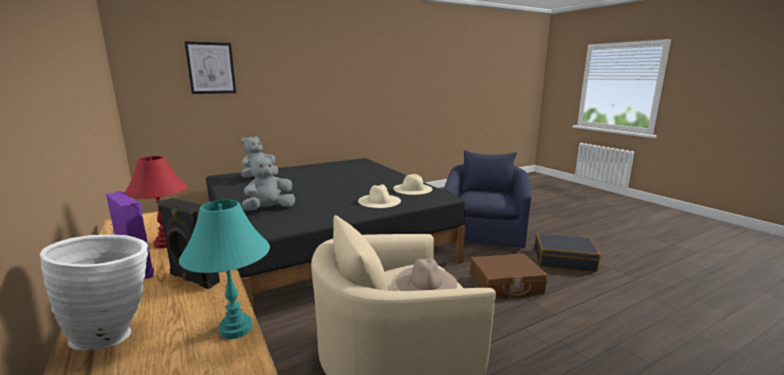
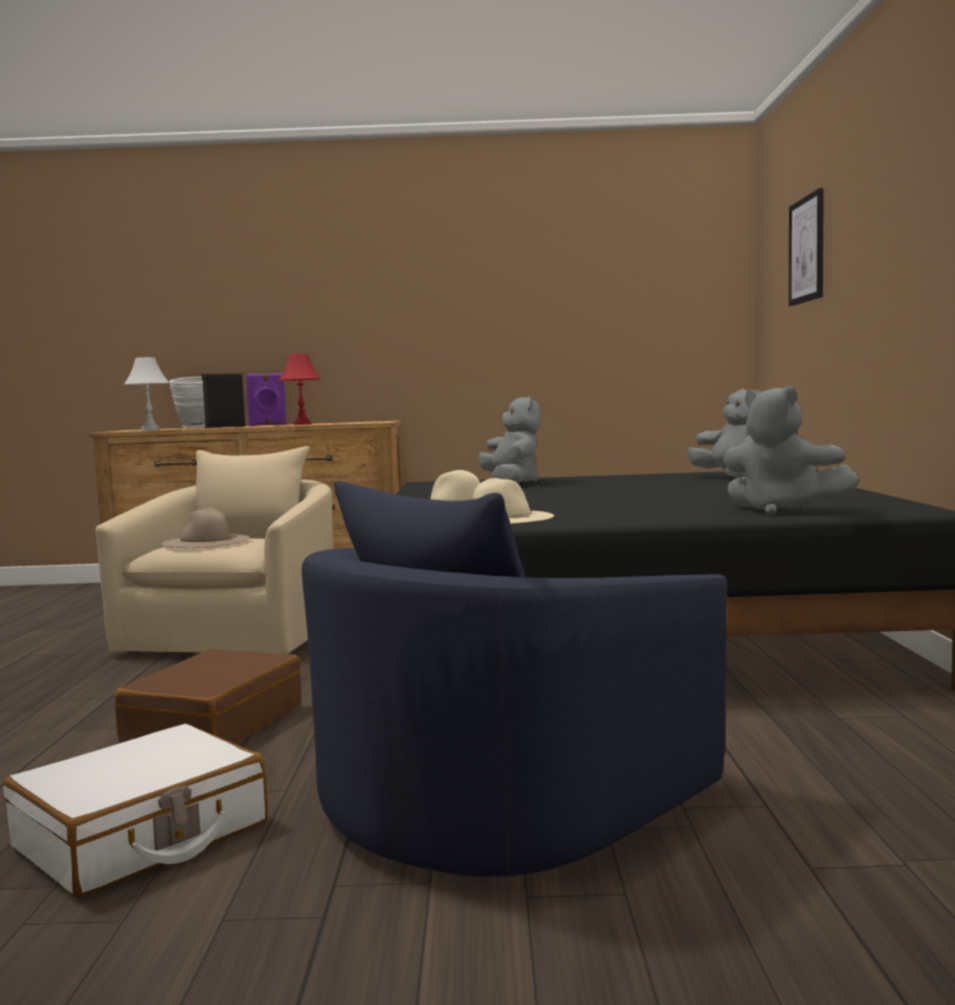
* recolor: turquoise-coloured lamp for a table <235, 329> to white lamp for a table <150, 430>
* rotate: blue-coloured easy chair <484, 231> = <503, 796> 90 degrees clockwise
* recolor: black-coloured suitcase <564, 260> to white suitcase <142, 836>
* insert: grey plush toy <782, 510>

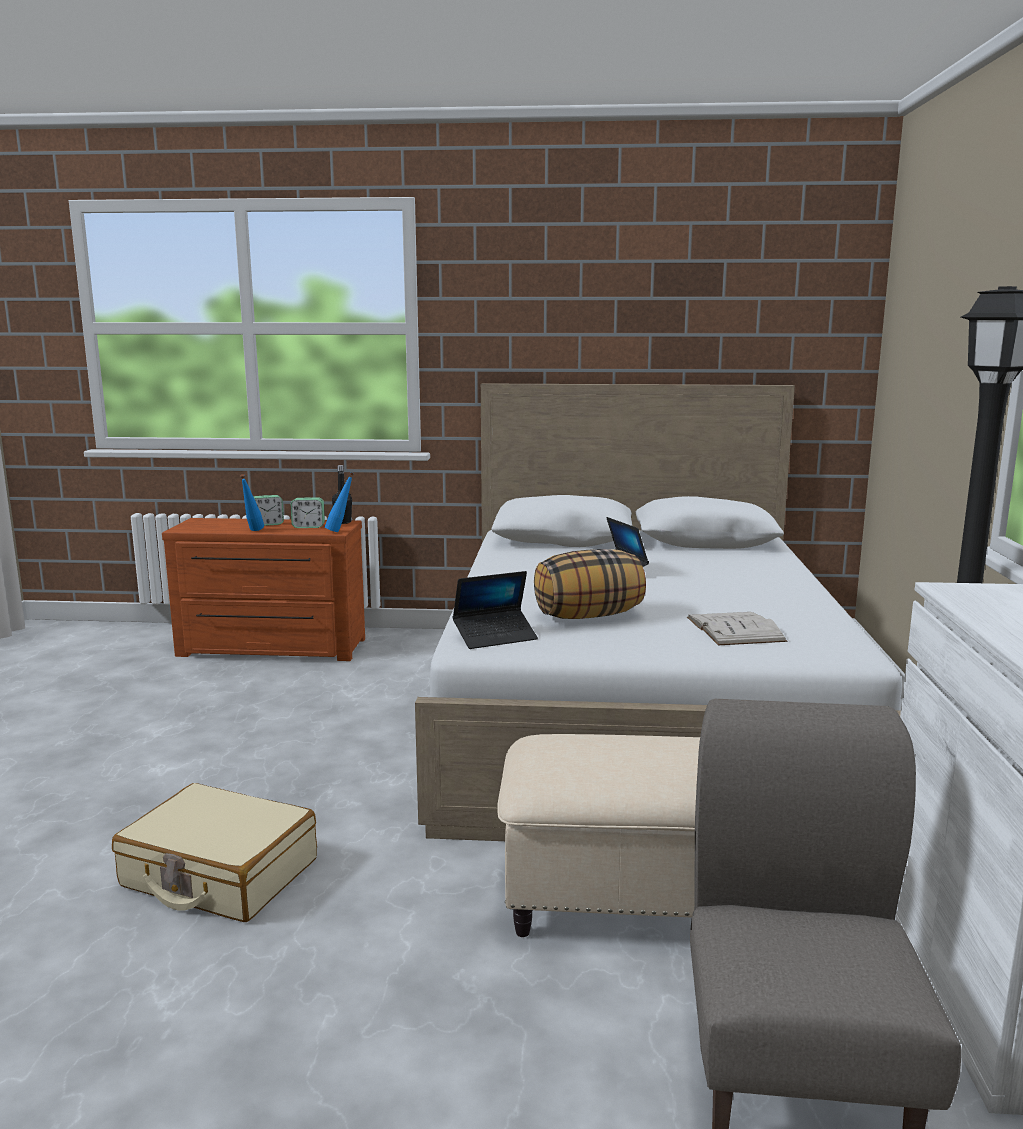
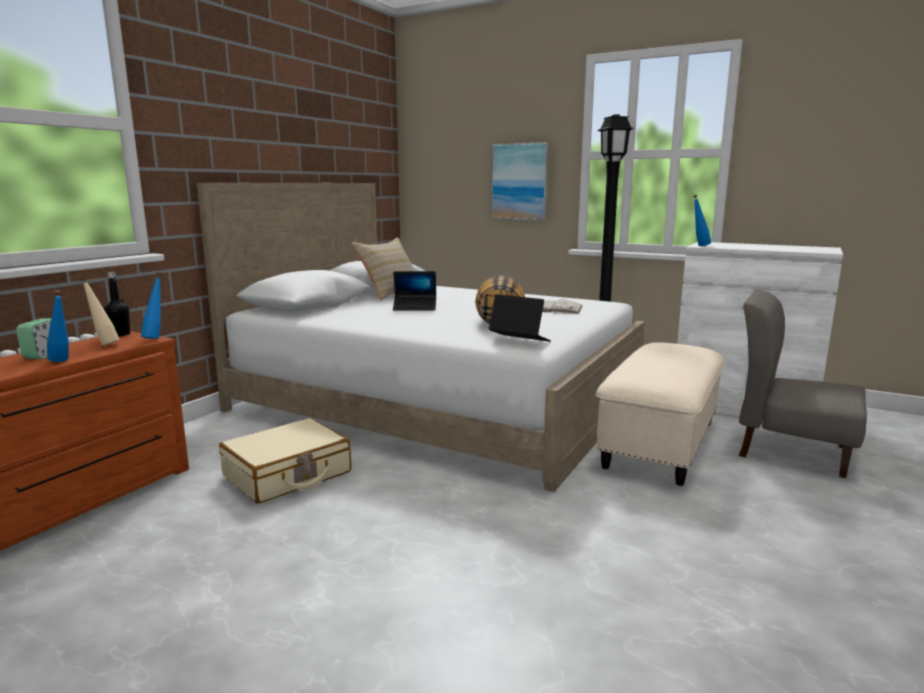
* move: beige-coloured suitcase <219, 873> to <287, 475>
* replace: table clock <308, 526> to beige-coloured bottle <104, 344>
* rotate: portable computer <495, 637> = <519, 341> 60 degrees counterclockwise
* insert: beige-coloured cushion <391, 294>
* insert: wall picture <519, 181>
* insert: blue-coloured bottle <698, 246>

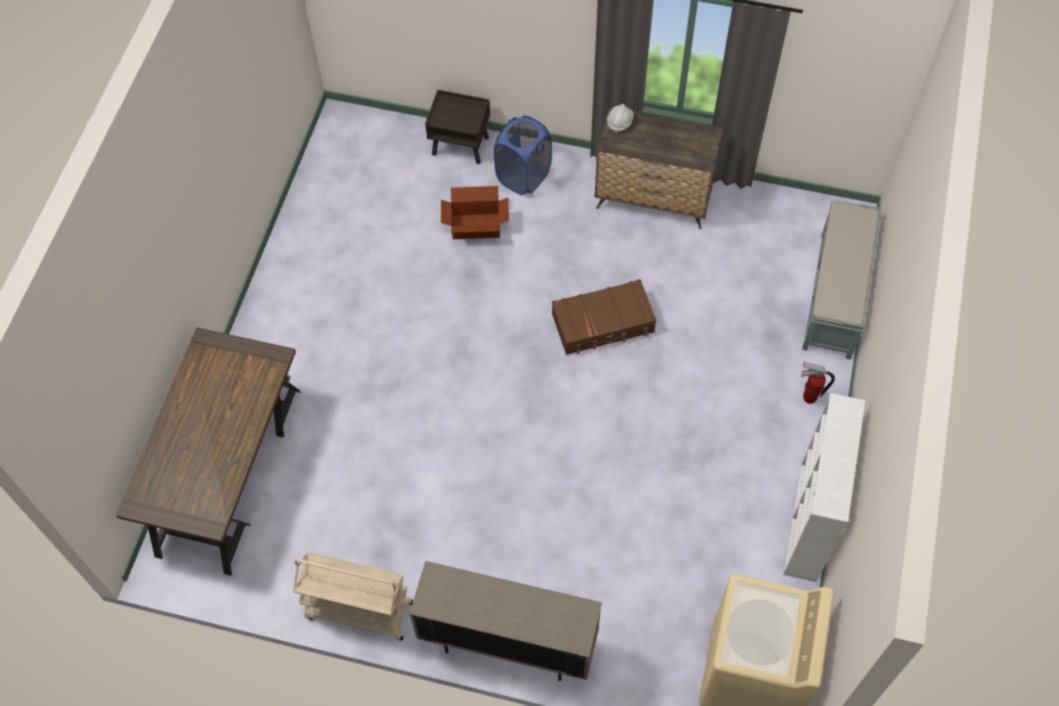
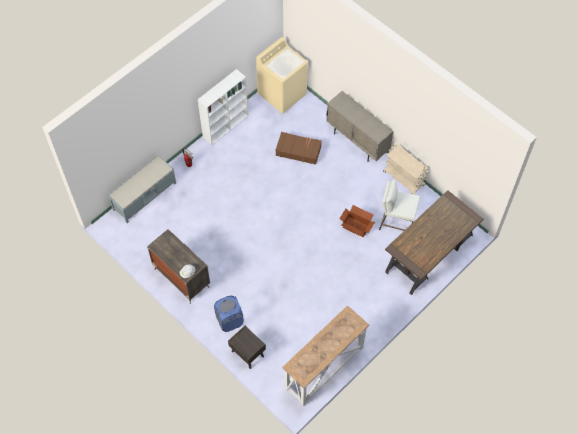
* move: packing box <476, 226> to <356, 226>
* move: brownish suitcase <603, 323> to <298, 150>
* insert: hall table <324, 368>
* insert: white sitting stool <396, 222>

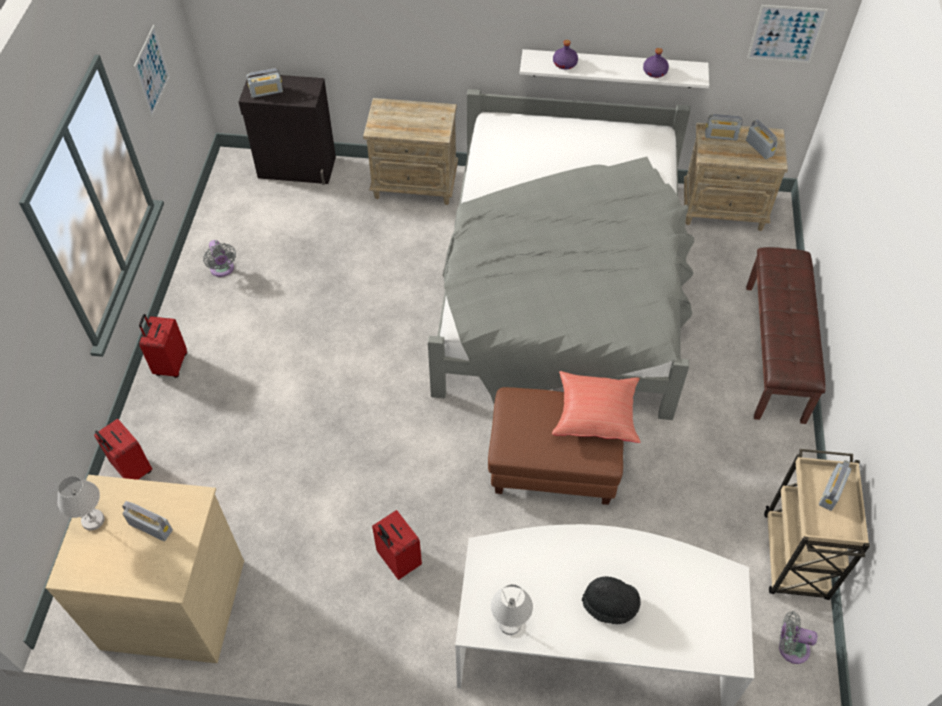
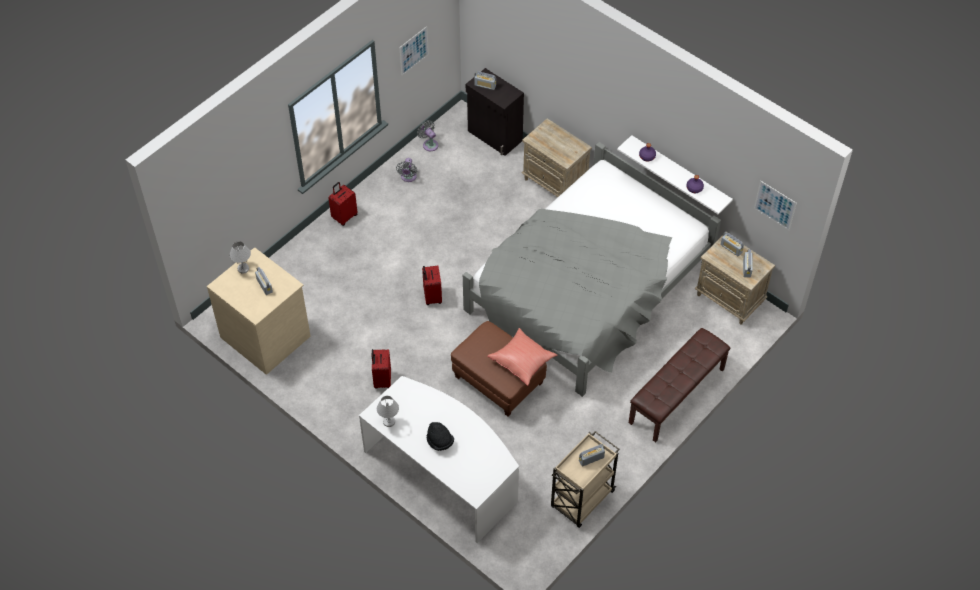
* move: red-coloured suitcase <131, 470> to <432, 297>
* move: grey fan <790, 647> to <429, 144>

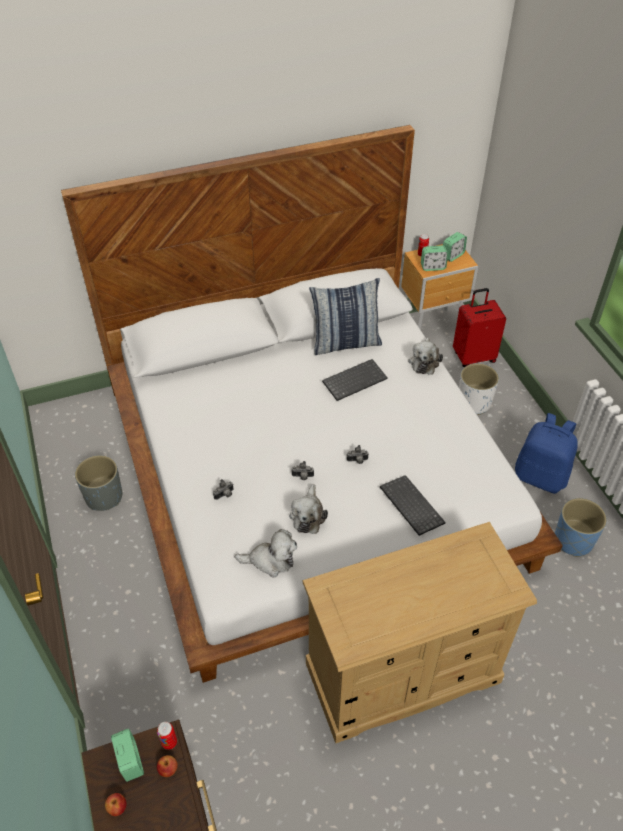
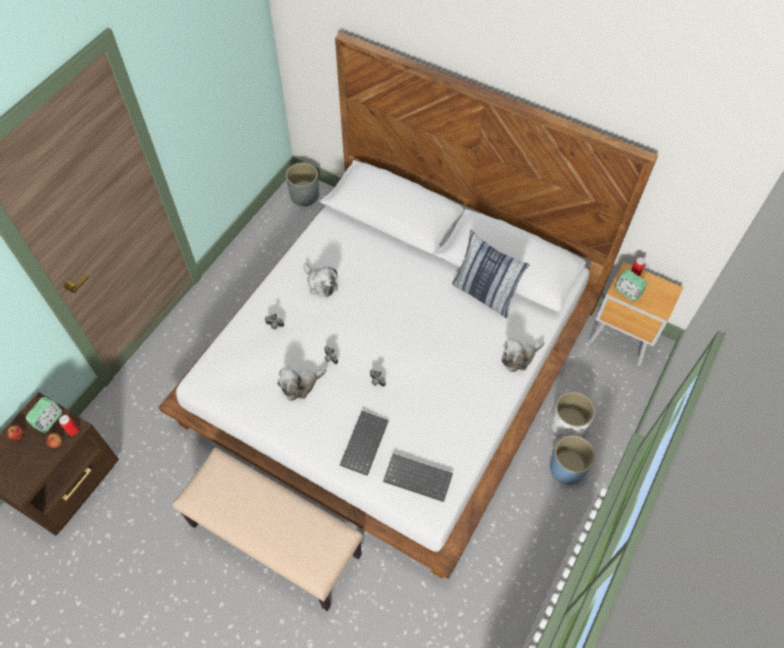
* move: grey flower pot <103, 497> to <304, 196>
* move: plush toy <270, 560> to <321, 284>
* replace: beige-coloured drawer chest <403, 673> to beige-coloured long seat <276, 539>
* move: PC keyboard <354, 380> to <419, 477>
* delete: table clock <452, 255>
* delete: red-coloured suitcase <473, 357>
* delete: blue-coloured rucksack <541, 476>
* move: blue-coloured flower pot <573, 540> to <567, 469>

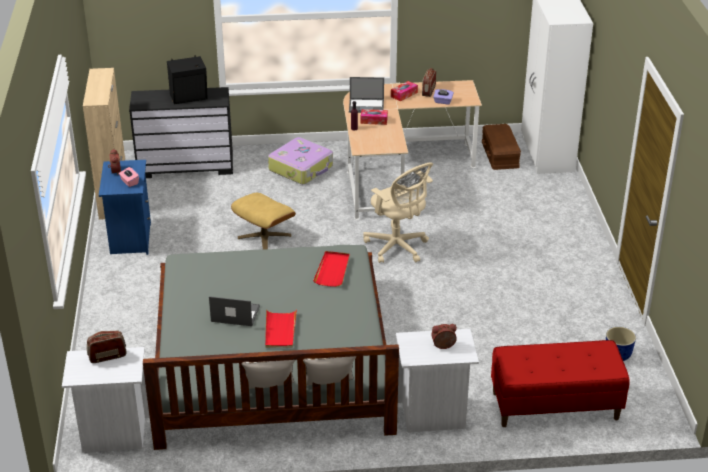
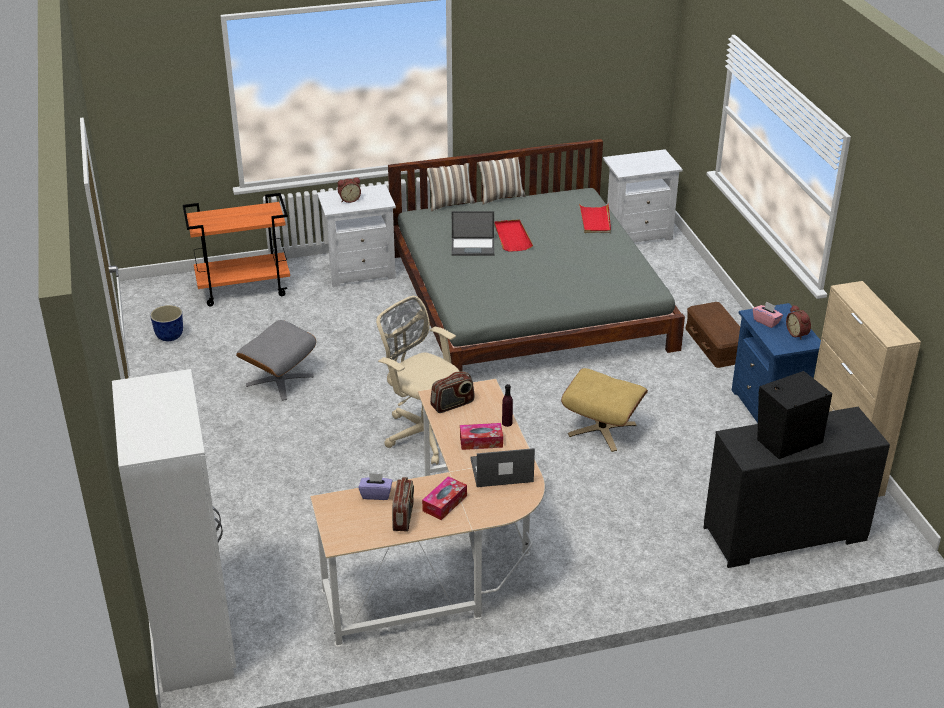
* move: radio receiver <107, 356> to <452, 404>
* move: portable computer <234, 314> to <473, 247>
* delete: suitcase <301, 168>
* move: red-coloured tray <332, 270> to <595, 220>
* move: brownish storage container <499, 154> to <717, 344>
* replace: red-coloured long seat <555, 406> to orange-coloured trolley <244, 288>
* insert: grey footrest <279, 380>

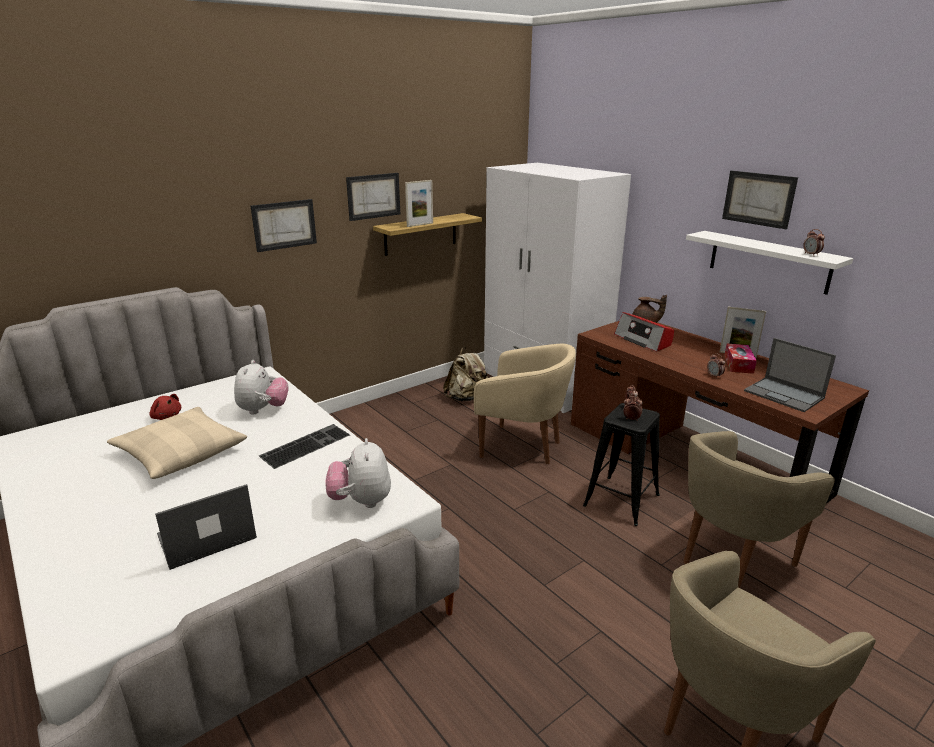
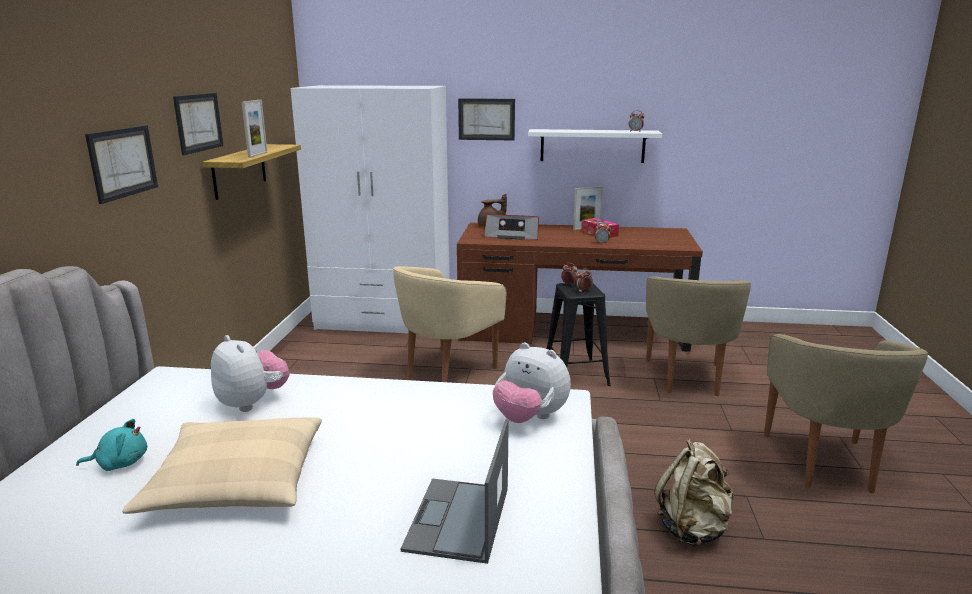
* recolor: red-coloured plush toy <166, 417> to turquoise-coloured plush toy <120, 463>
* delete: PC keyboard <305, 445>
* move: beige-coloured rucksack <467, 398> to <693, 528>
* rotate: beige-coloured easy chair <523, 447> = <447, 371> 150 degrees clockwise
* move: wall picture <758, 199> to <486, 119>
* delete: portable computer <784, 395>

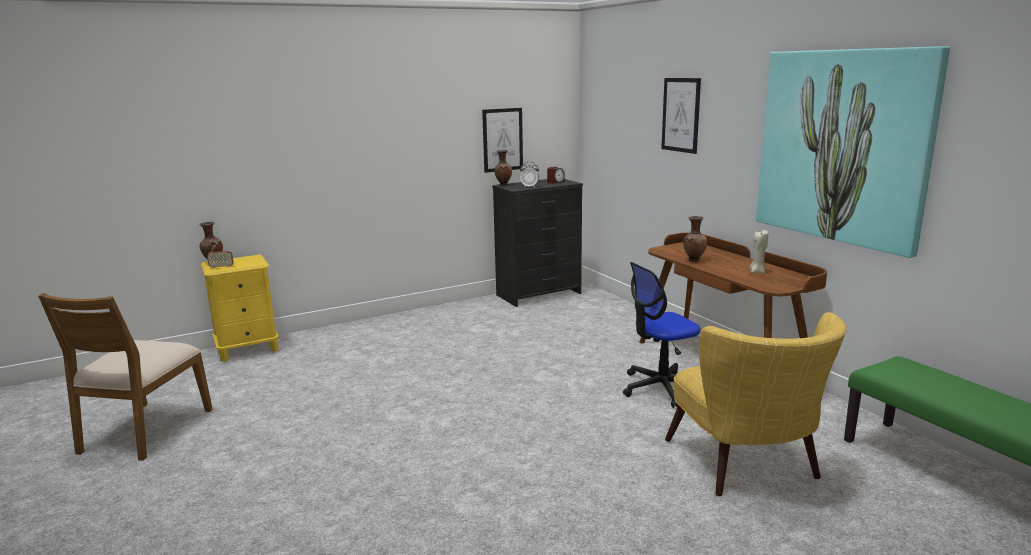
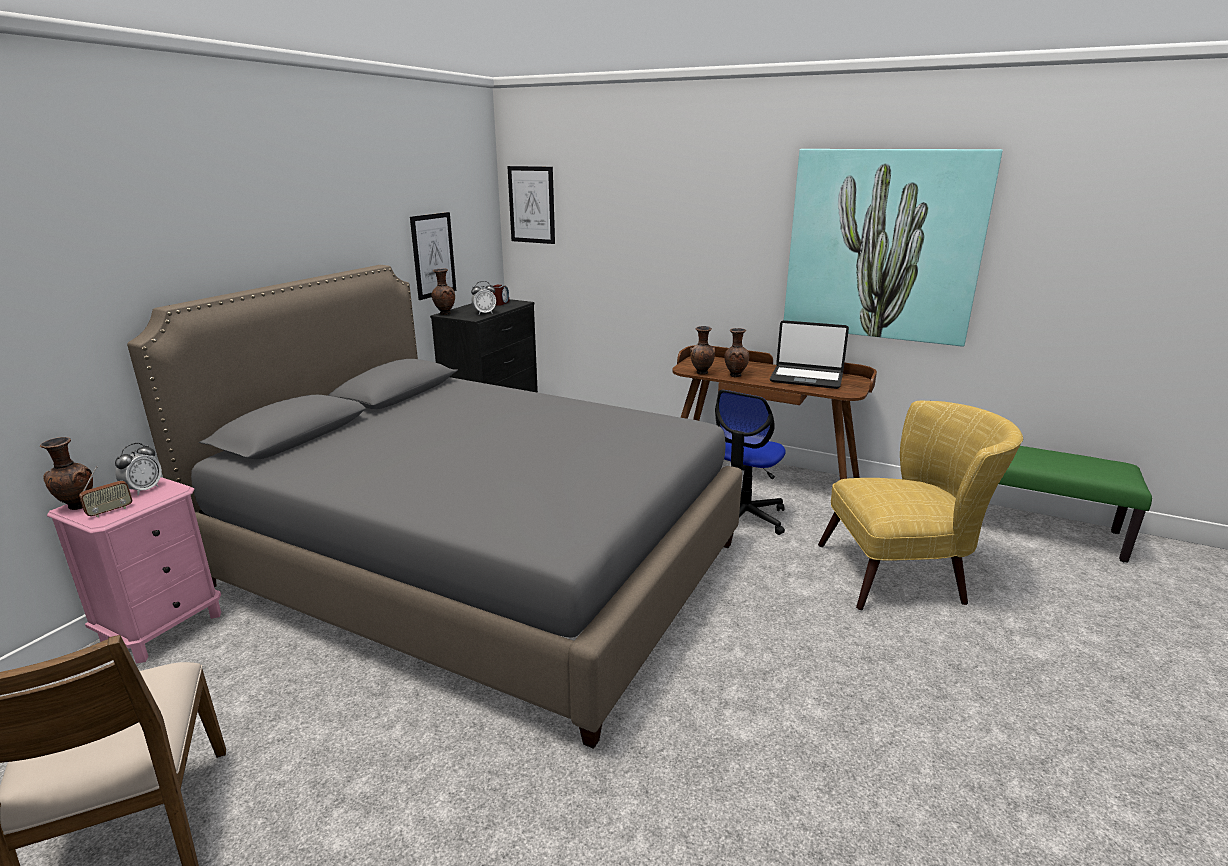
* recolor: yellowish bedside table <247, 349> to pink-coloured bedside table <163, 628>
* move: wall picture <681, 115> to <531, 205>
* rotate: yellowish easy chair <748, 467> = <905, 574> 45 degrees counterclockwise
* replace: beige-coloured wax candle <757, 272> to portable computer <806, 378>
* insert: table clock <144, 490>
* insert: grey bedroom bed <479, 565>
* insert: brownish flower vase <701, 373>

